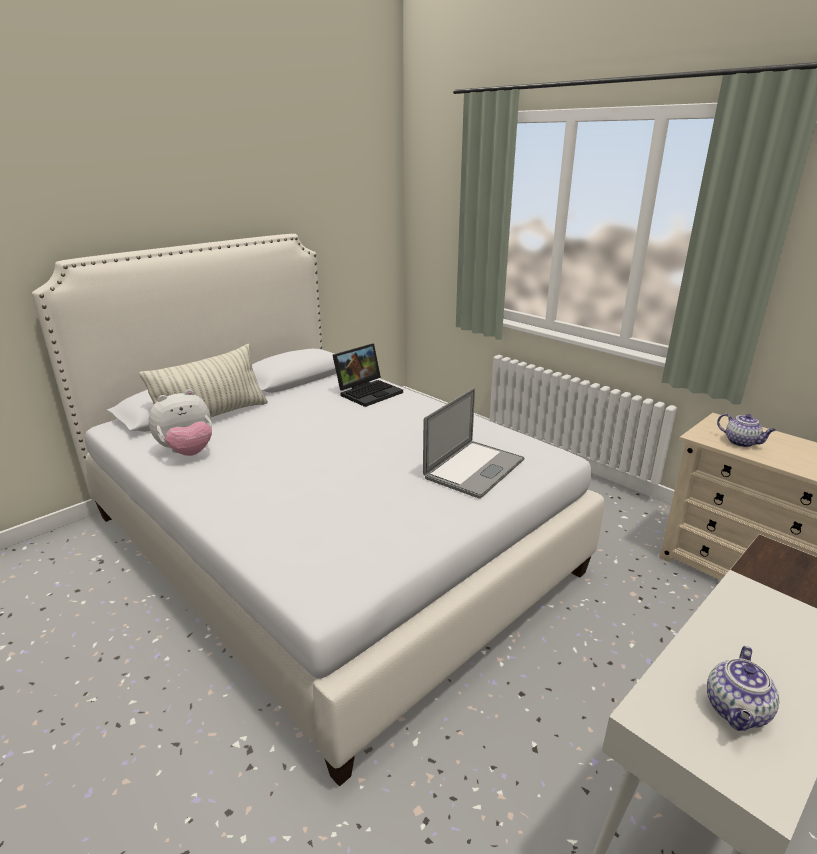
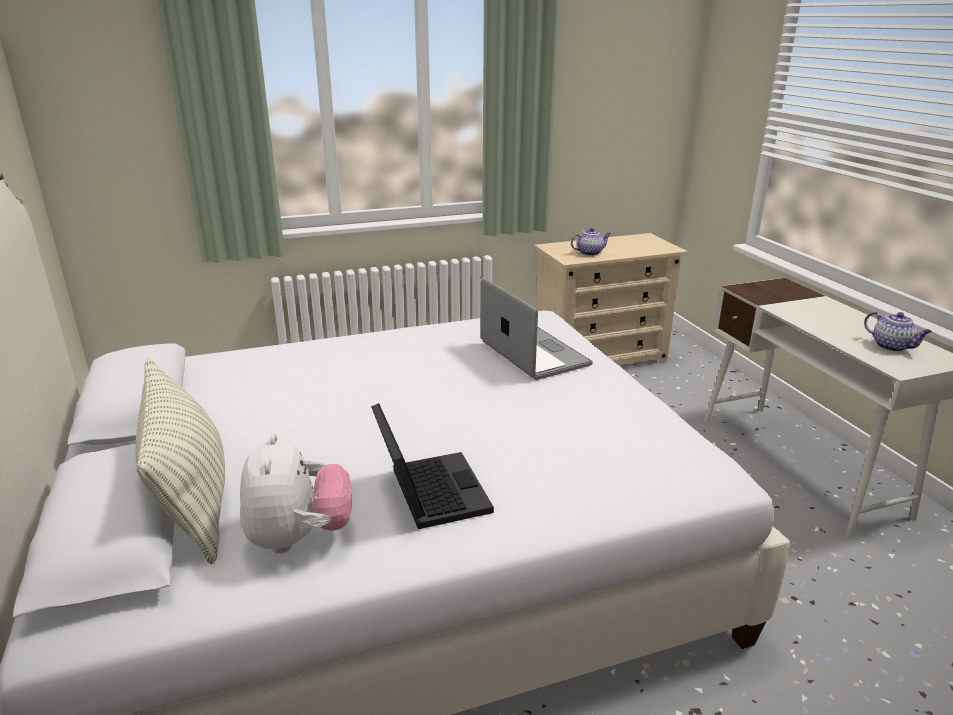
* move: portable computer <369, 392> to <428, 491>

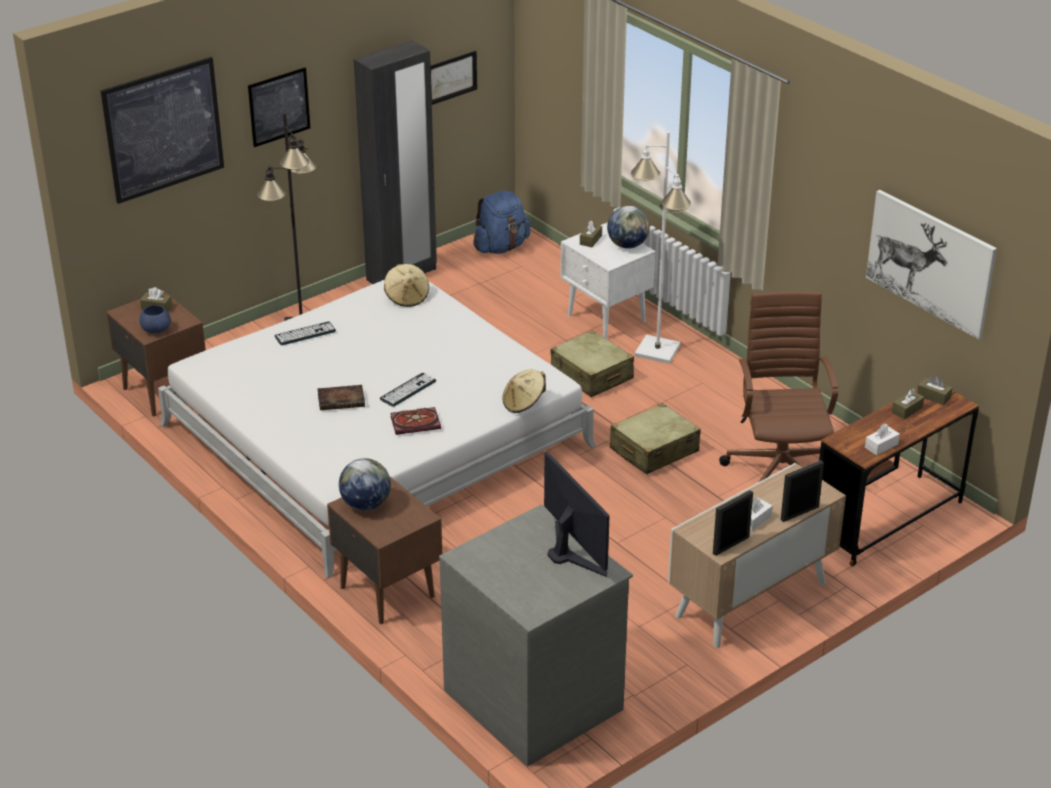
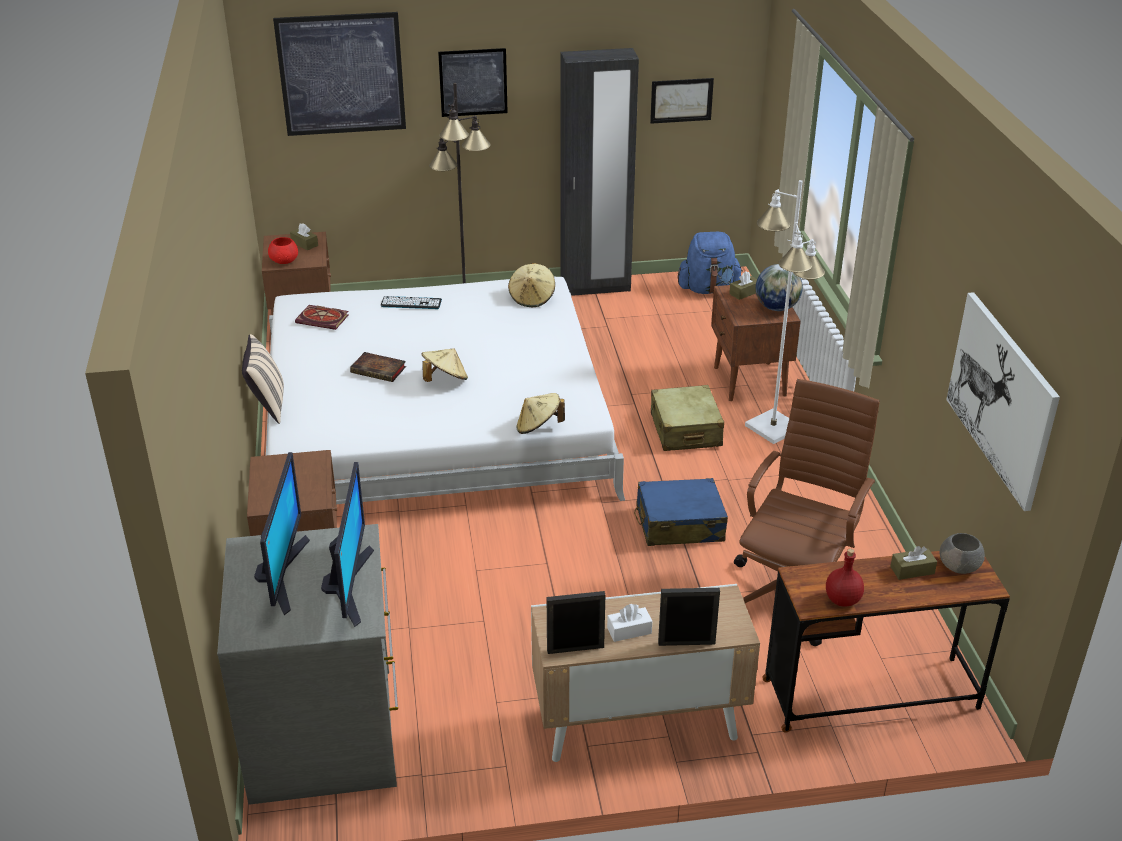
* recolor: blue-coloured bowl <156, 329> to red-coloured bowl <284, 261>
* delete: desk globe <365, 505>
* replace: PC keyboard <408, 390> to beige-coloured hat <445, 380>
* move: book <416, 422> to <324, 319>
* recolor: white bedside table <606, 319> to brownish bedside table <749, 382>
* recolor: beige-coloured suitcase <653, 450> to blue-coloured suitcase <679, 524>
* replace: white tissue box <881, 446> to red-coloured bottle <842, 600>
* replace: brownish tissue box <933, 396> to grey bowl <960, 566>
* insert: beige-coloured cushion <267, 405>
* insert: computer screen <282, 574>

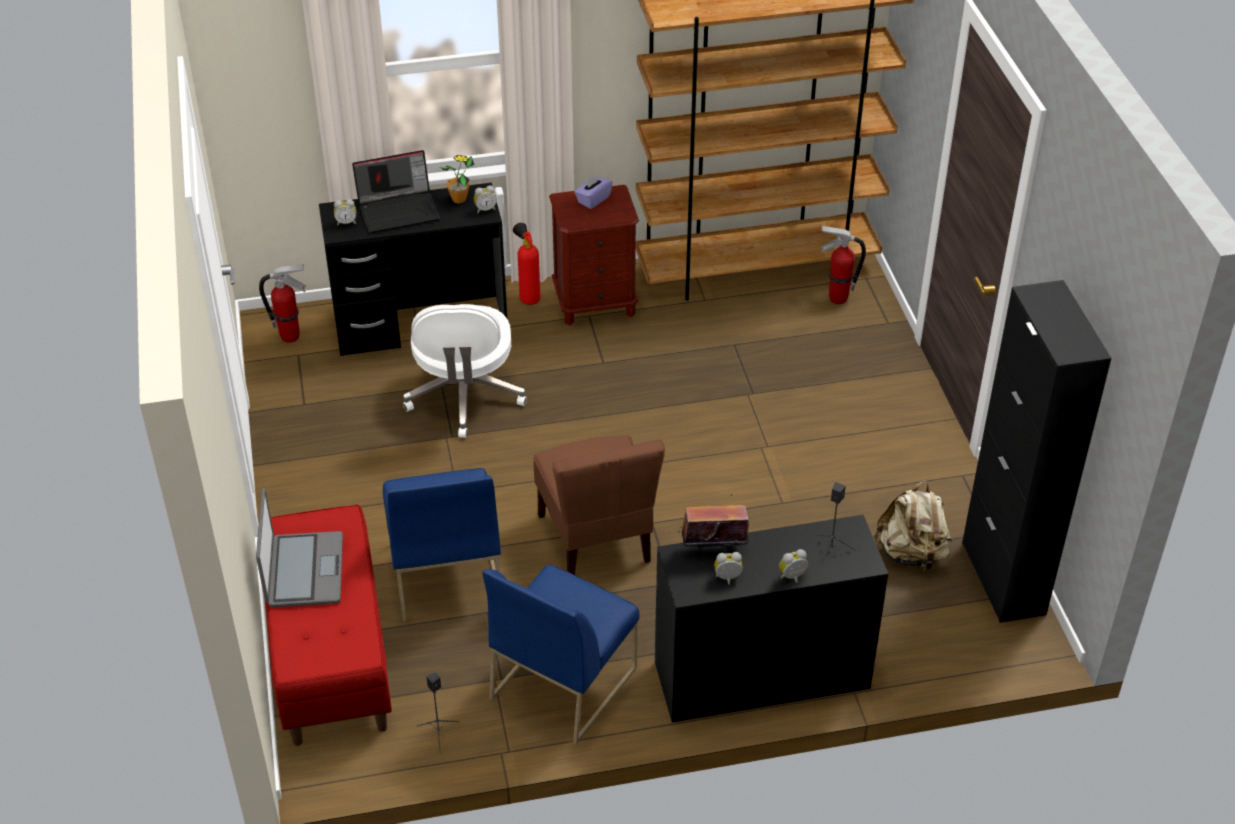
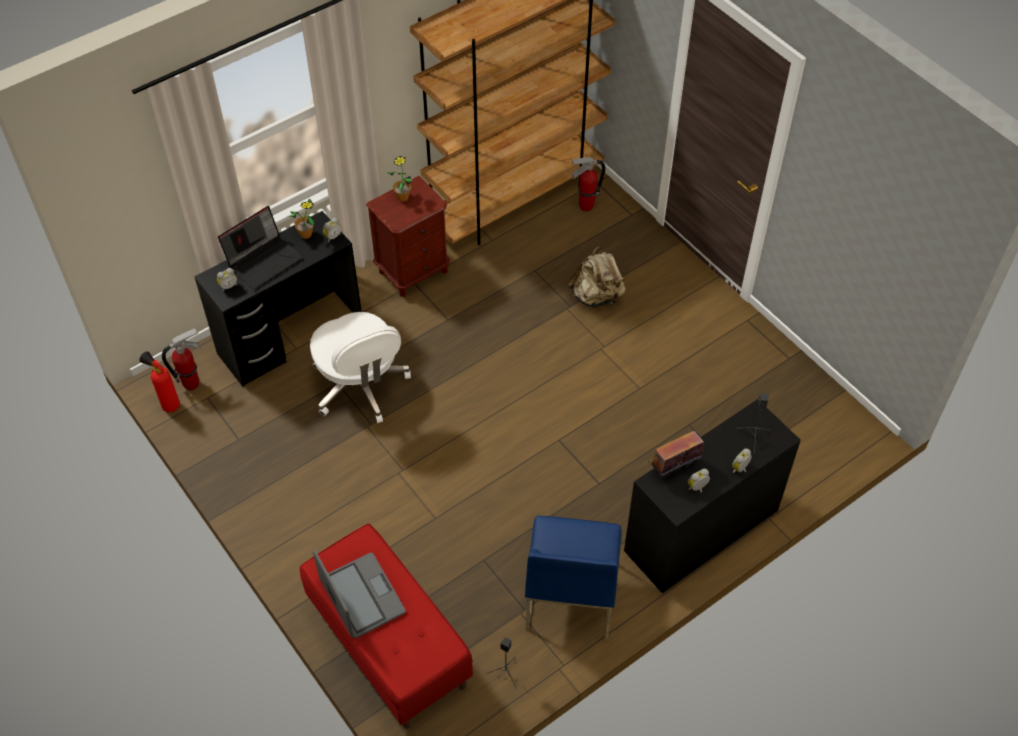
* delete: blue-coloured upright chair <445, 574>
* move: extinguisher <528, 297> to <168, 404>
* delete: brownish upright chair <596, 538>
* replace: purple tissue box <593, 200> to houseplant <403, 197>
* move: beige-coloured rucksack <911, 554> to <596, 297>
* delete: black-coloured storage cabinet <1003, 578>

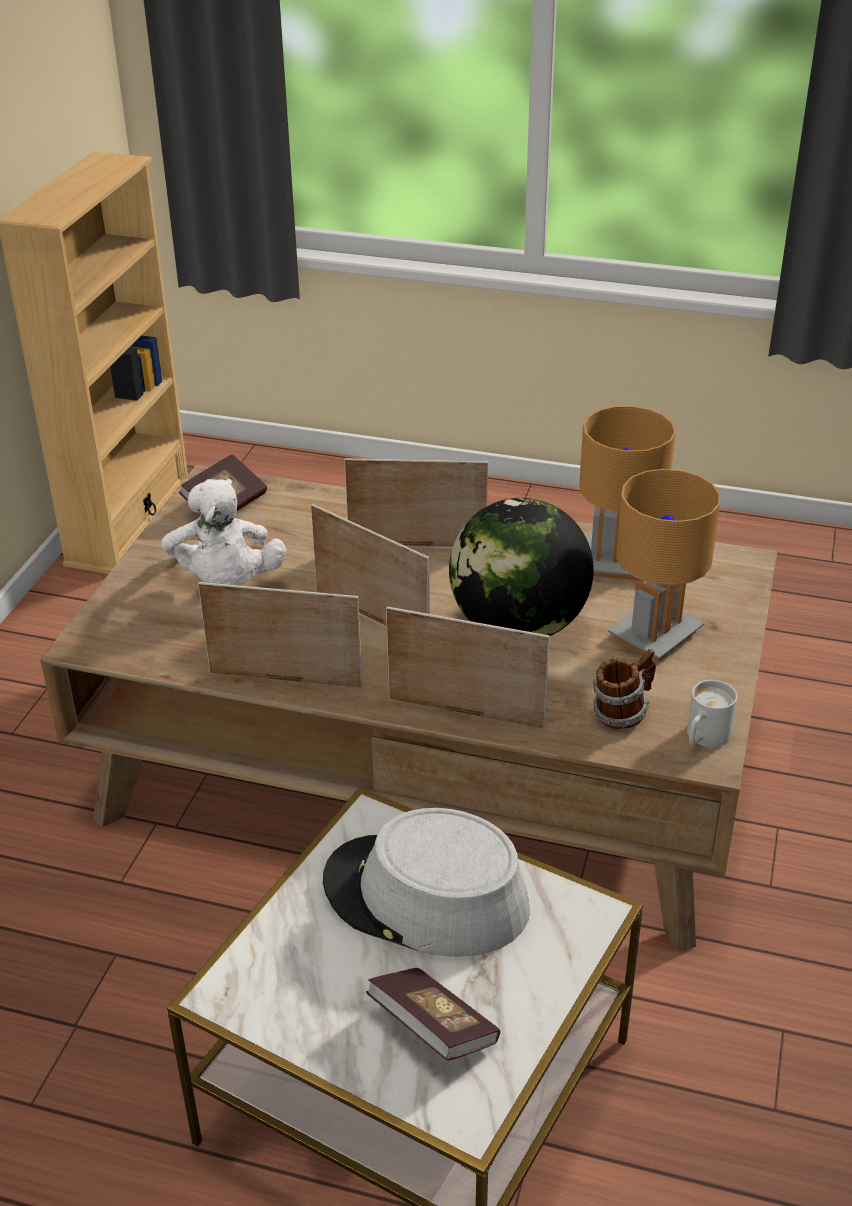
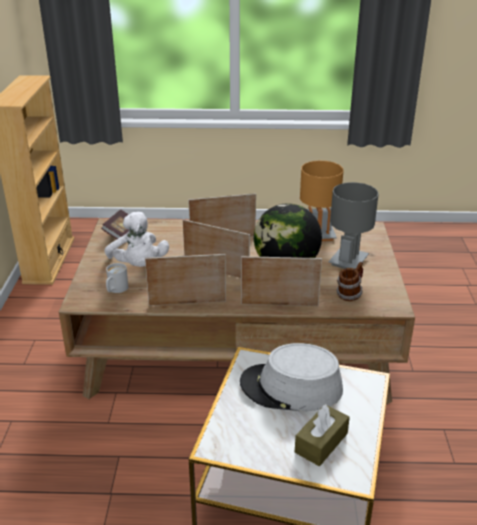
* replace: book <432, 1028> to brownish tissue box <321, 443>
* recolor: brownish lamp for a table <654, 634> to grey lamp for a table <348, 261>
* move: white mug <703, 738> to <116, 290>

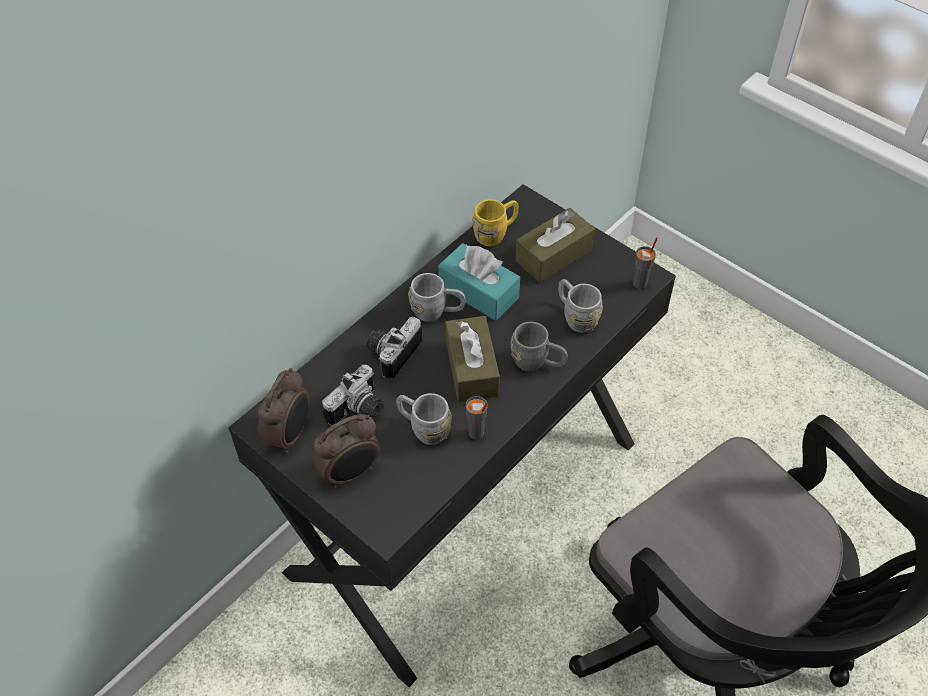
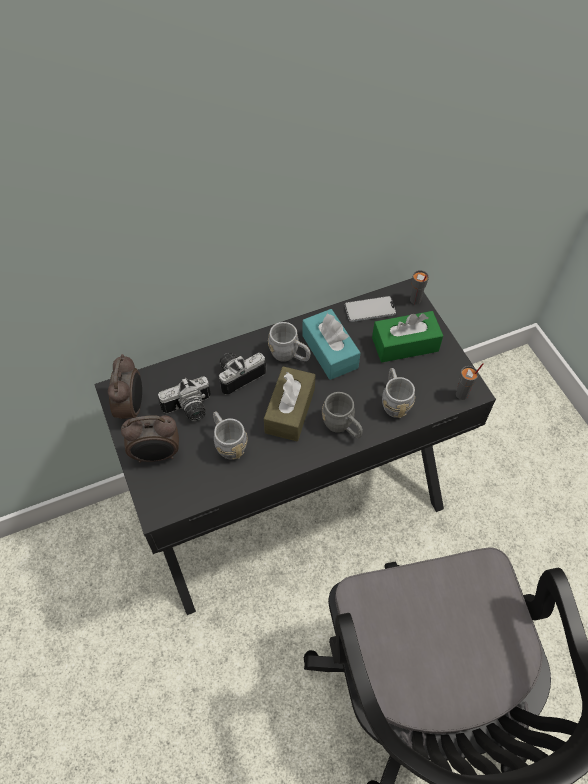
* rotate: table clock <290, 434> = <132, 407> 45 degrees counterclockwise
* move: grey small cup <476, 433> to <415, 300>
* replace: yellowish mug <496, 233> to telephone <370, 310>
* recolor: brownish tissue box <553, 255> to green-coloured tissue box <405, 344>

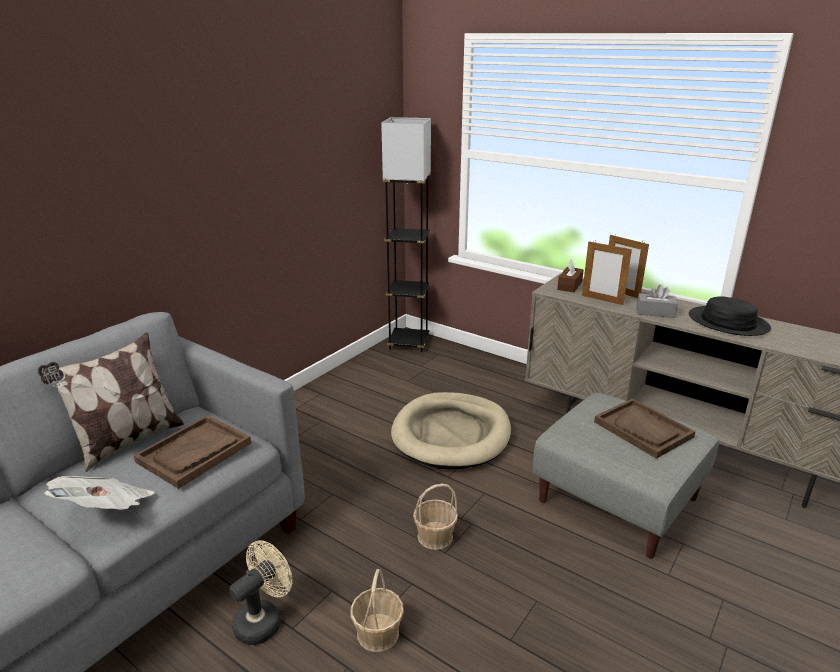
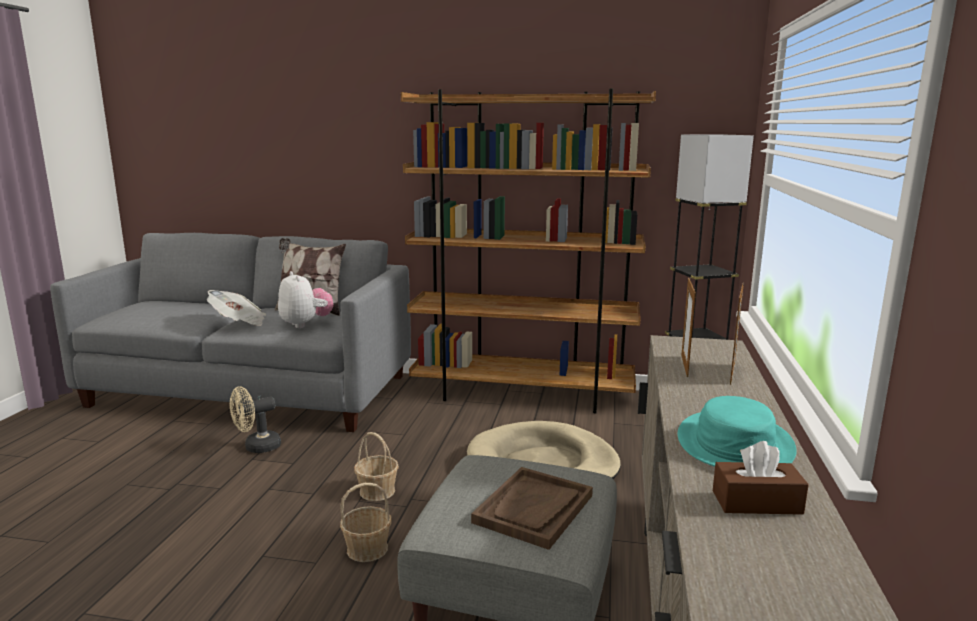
* replace: brownish tray <194, 453> to plush toy <305, 324>
* rotate: beige-coloured fan <264, 620> = <257, 447> 135 degrees clockwise
* move: household basket <378, 633> to <367, 549>
* move: brownish tissue box <569, 285> to <756, 502>
* delete: grey tissue box <655, 312>
* recolor: black-coloured hat <727, 322> to turquoise-coloured hat <734, 444>
* insert: brownish bookcase <523, 395>

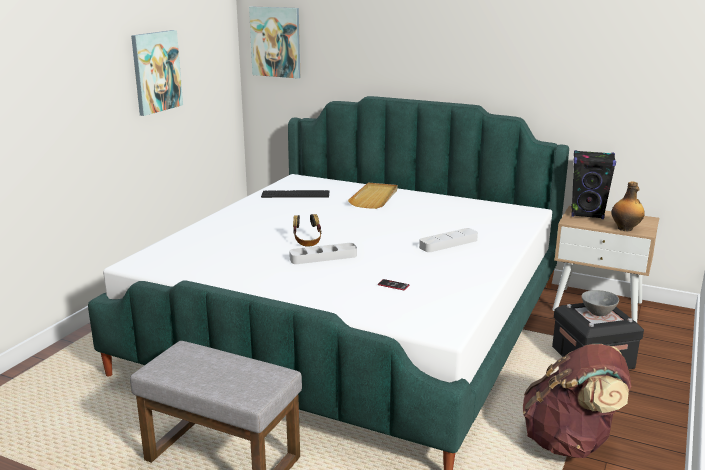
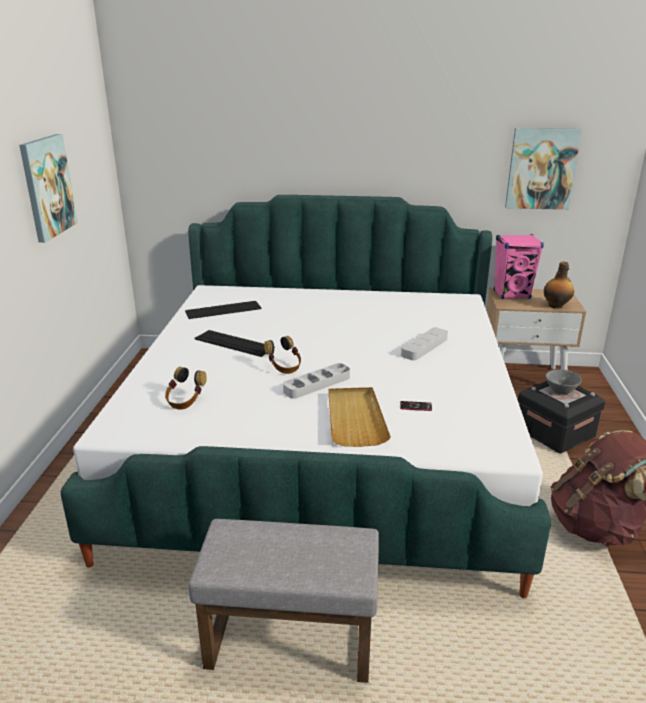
* move: wall picture <276, 42> to <541, 169>
* move: beige-coloured tray <374, 198> to <355, 418>
* recolor: black-coloured speaker <587, 214> to pink-coloured speaker <512, 294>
* insert: pair of headphones <185, 401>
* insert: PC keyboard <234, 343>

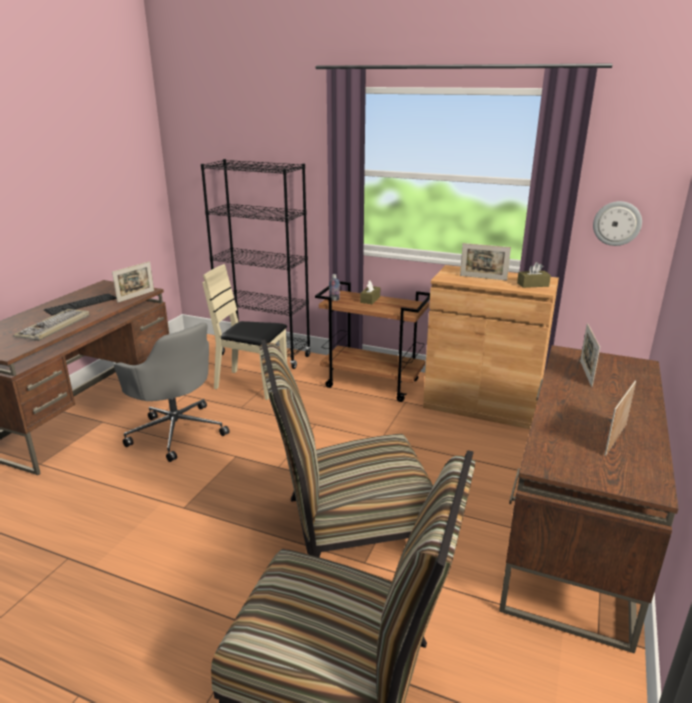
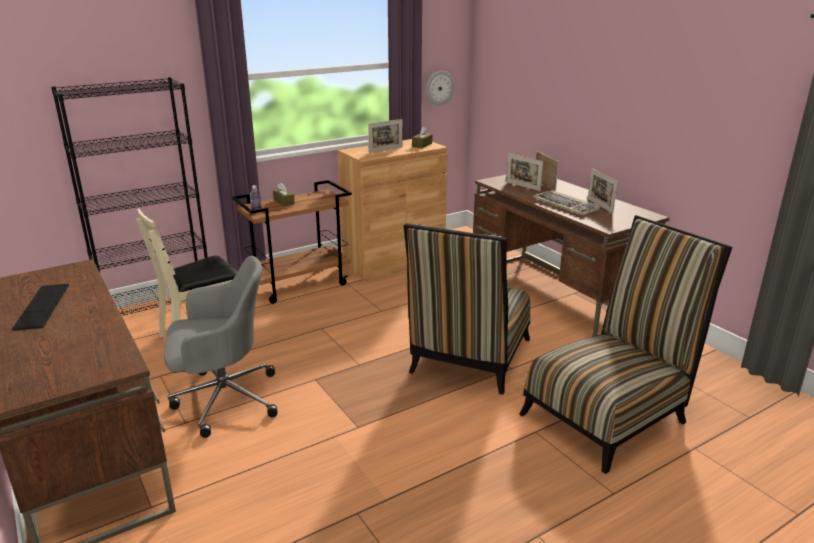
* move: PC keyboard <54, 327> to <566, 205>
* move: photo frame <136, 296> to <544, 185>

